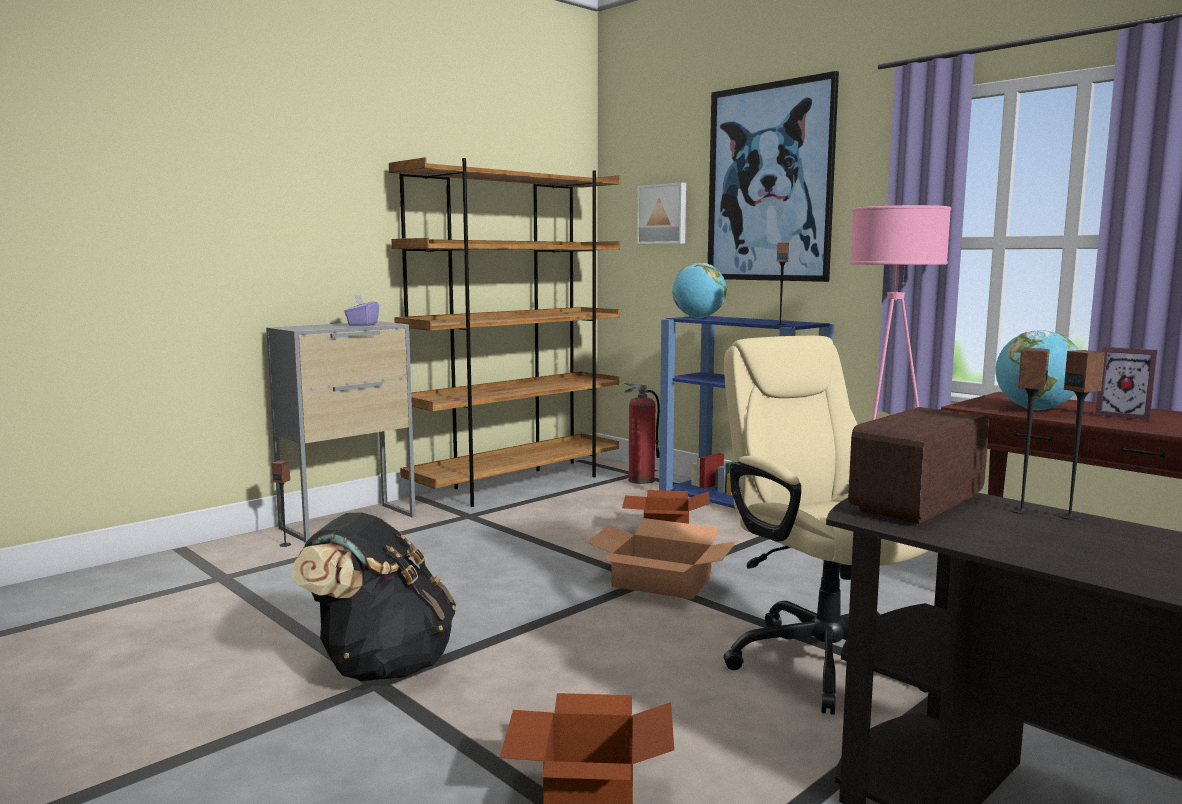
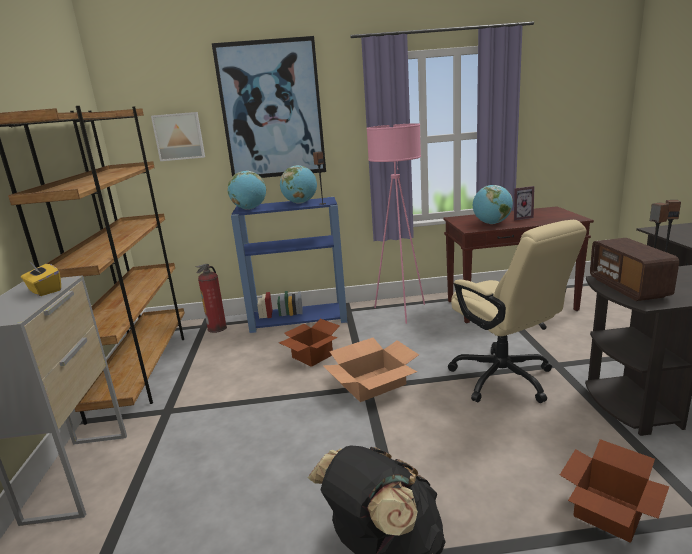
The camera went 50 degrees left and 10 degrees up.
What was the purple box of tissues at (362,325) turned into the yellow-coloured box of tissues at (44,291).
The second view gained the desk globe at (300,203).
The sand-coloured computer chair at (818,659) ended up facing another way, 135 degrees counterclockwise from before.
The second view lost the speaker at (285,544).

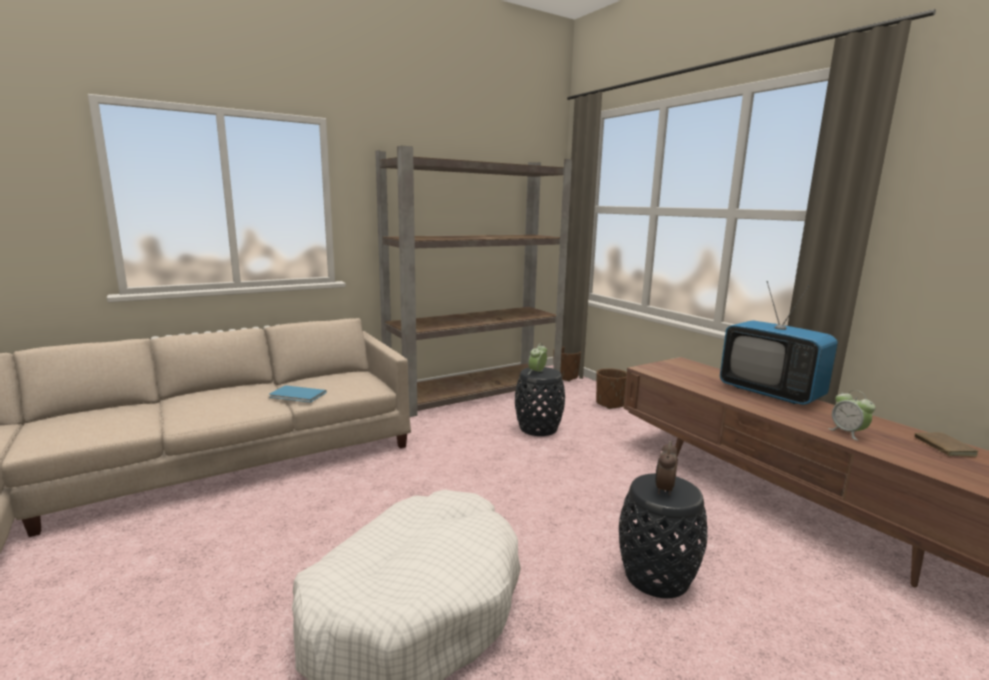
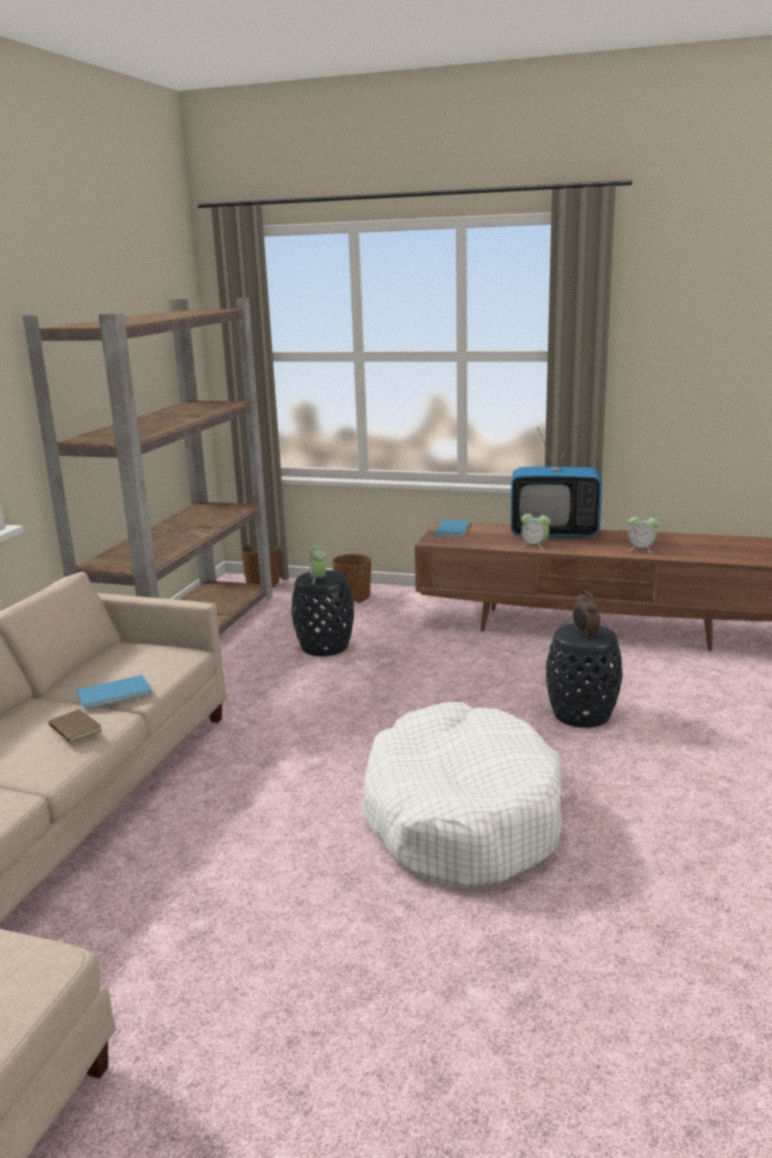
The camera went 40 degrees left and 5 degrees up.
The brownish book ended up elsewhere, having gone from (942,446) to (73,729).
The second view gained the blue-coloured book at (453,529).
The second view gained the table clock at (534,546).

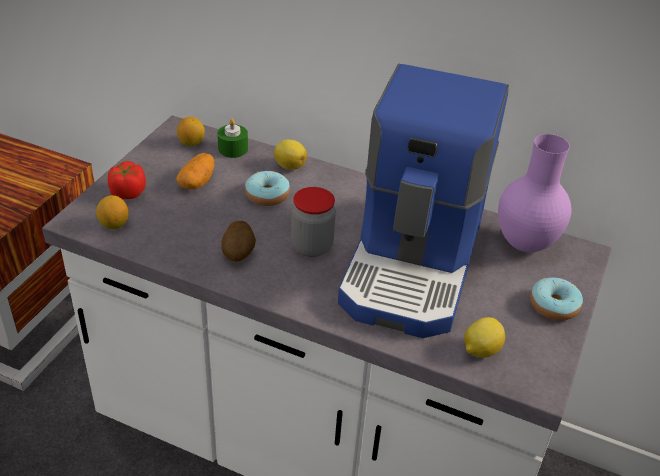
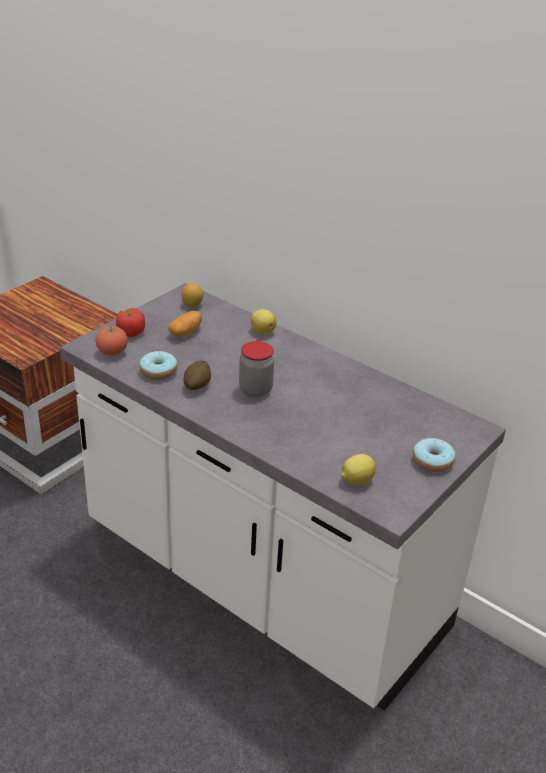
The camera went 15 degrees right and 5 degrees down.
Where the whole lemon stood at (114,224), the whole tomato came to stand at (112,352).
The doughnut ended up elsewhere, having gone from (267,195) to (158,371).
The second view lost the greenish wax light at (233,149).
The second view lost the coffee machine at (415,263).
The second view lost the purple decorative vase at (525,243).

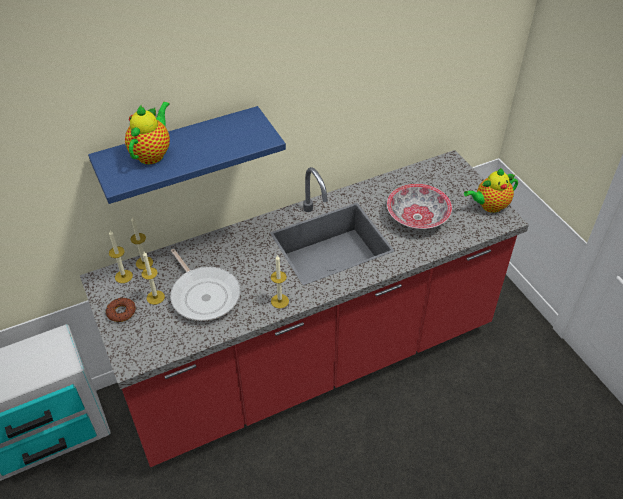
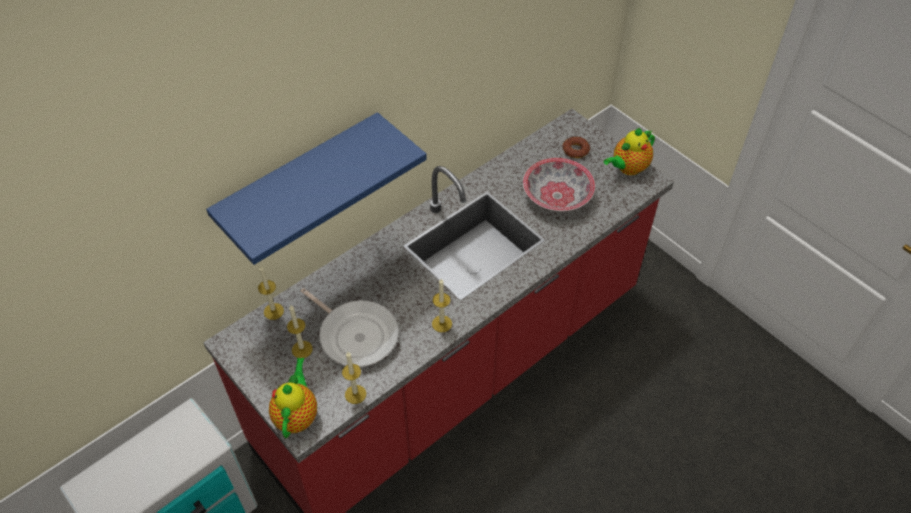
The camera went 15 degrees left and 5 degrees up.
The pot for tea ended up elsewhere, having gone from (152,154) to (297,415).
The wax light ended up elsewhere, having gone from (123,276) to (355,394).
The doughnut ended up elsewhere, having gone from (121,312) to (575,150).

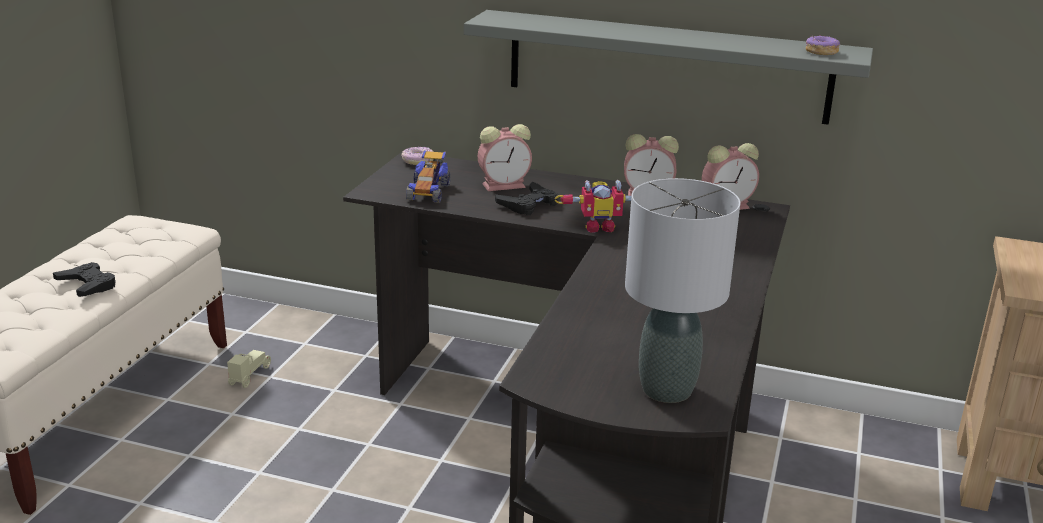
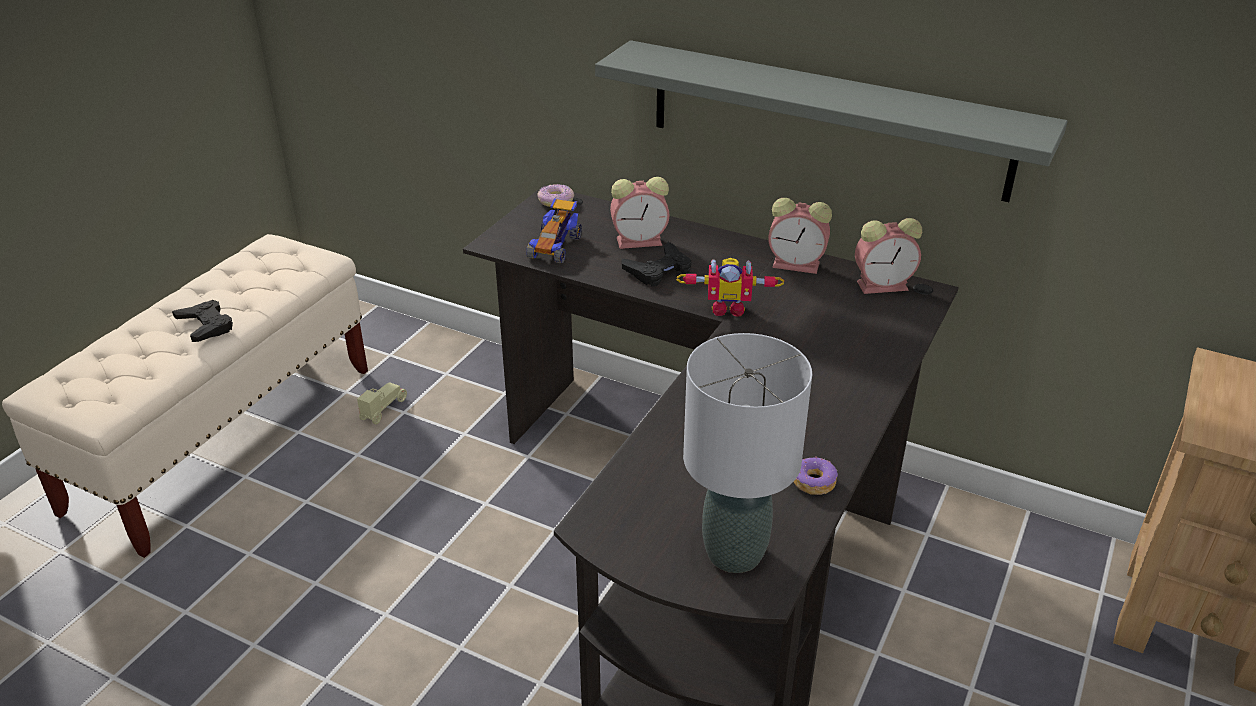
The camera went 10 degrees right and 10 degrees up.
The doughnut ended up elsewhere, having gone from (821,52) to (813,482).

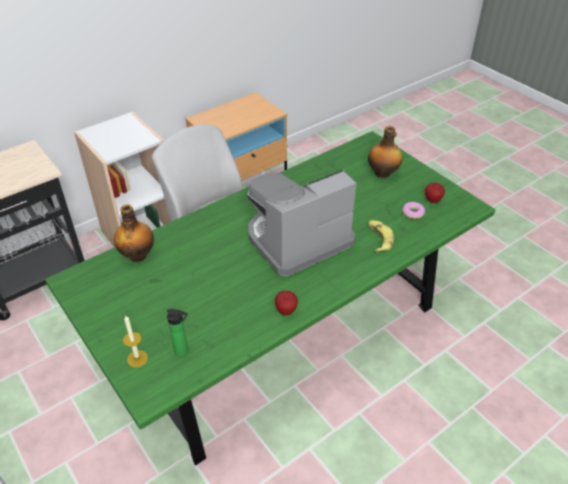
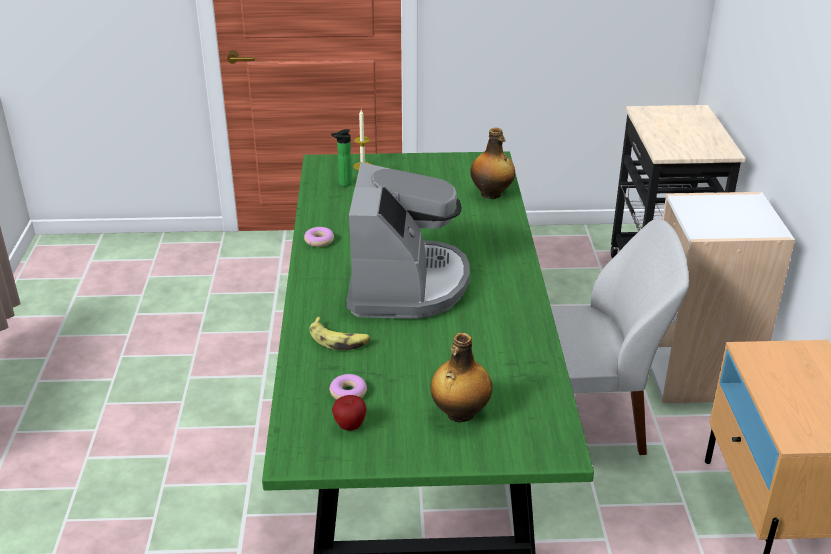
The camera went 125 degrees right and 10 degrees down.
Where the apple stood at (286,311), the doughnut came to stand at (319,241).

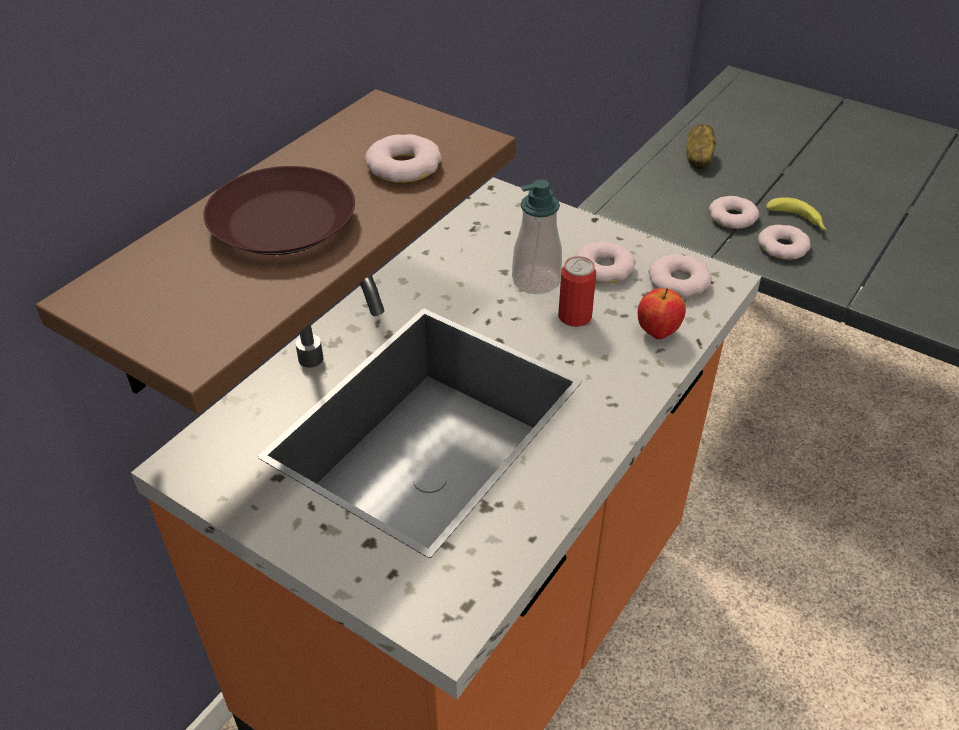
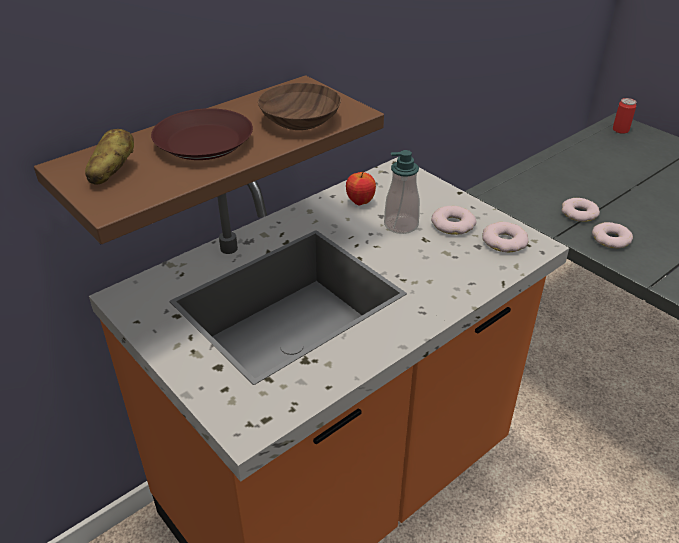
The camera went 15 degrees right and 5 degrees down.
The spud ended up elsewhere, having gone from (698,159) to (112,172).
Where the doughnut stood at (404,166), the brownish serving bowl came to stand at (299,121).
The apple ended up elsewhere, having gone from (657,333) to (360,202).
The can ended up elsewhere, having gone from (574,316) to (620,130).
The second view lost the banana fruit at (798,221).

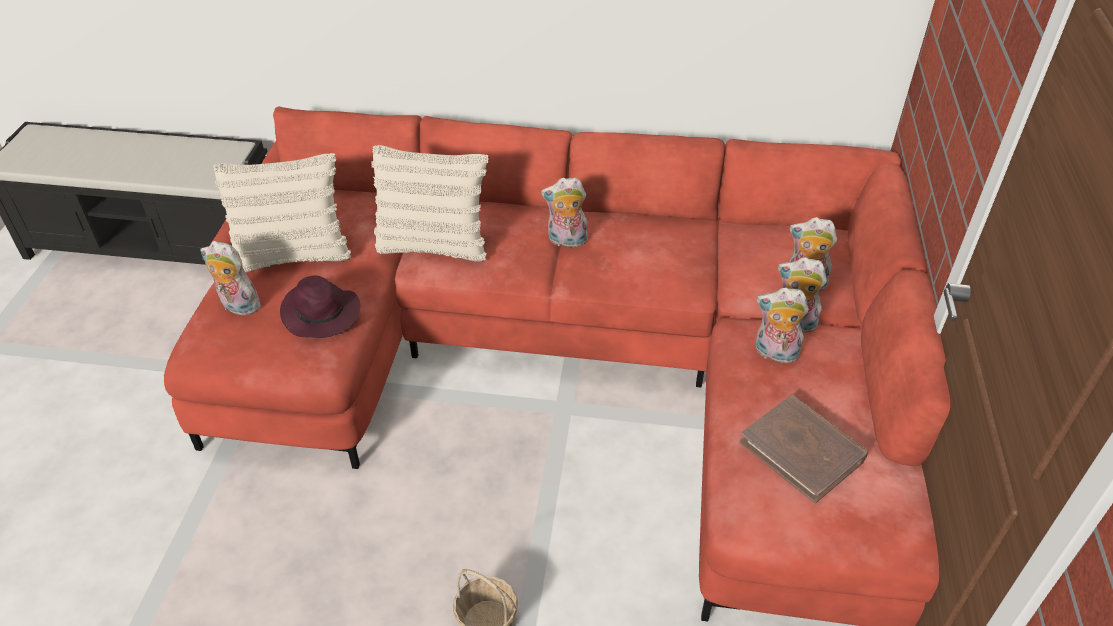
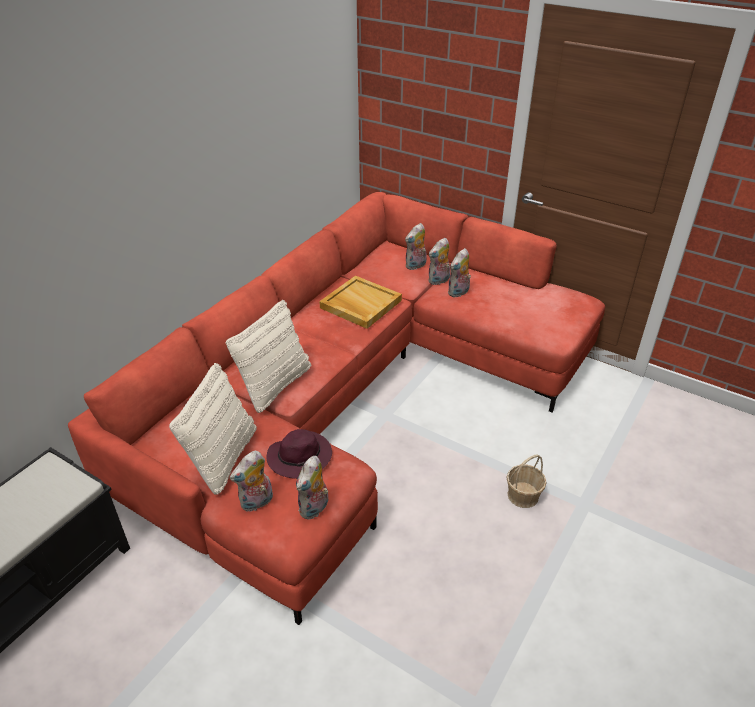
The camera went 65 degrees left and 5 degrees down.
The plush toy ended up elsewhere, having gone from (566,241) to (314,509).
The second view gained the sand-coloured tray at (360,304).
The second view lost the brownish book at (802,450).

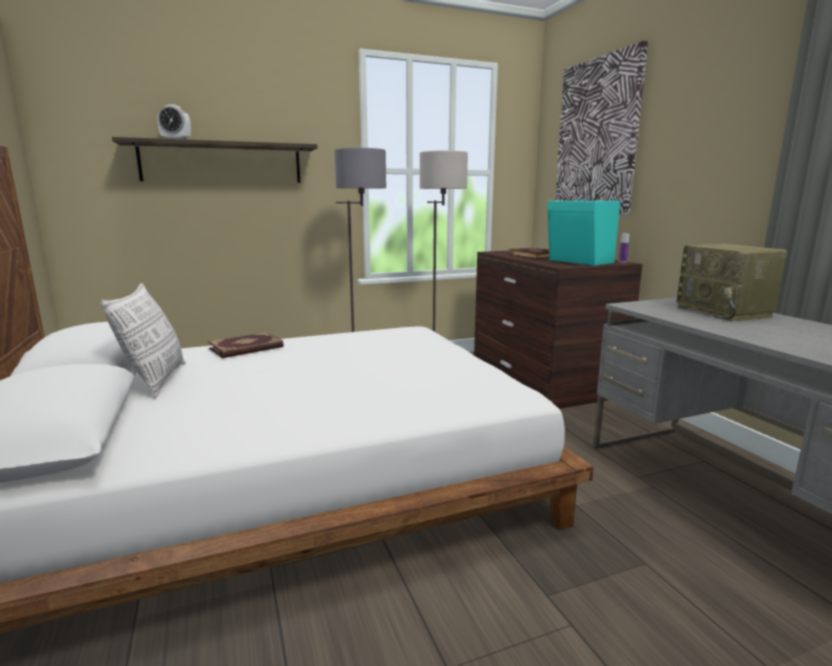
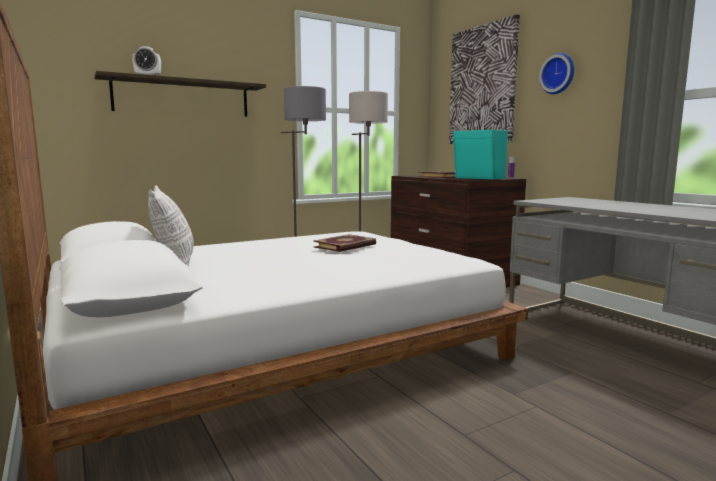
The camera went 10 degrees left and 5 degrees down.
The book ended up elsewhere, having gone from (246,348) to (345,246).
The second view gained the clock on the wall at (558,74).
The second view lost the radio set at (725,312).

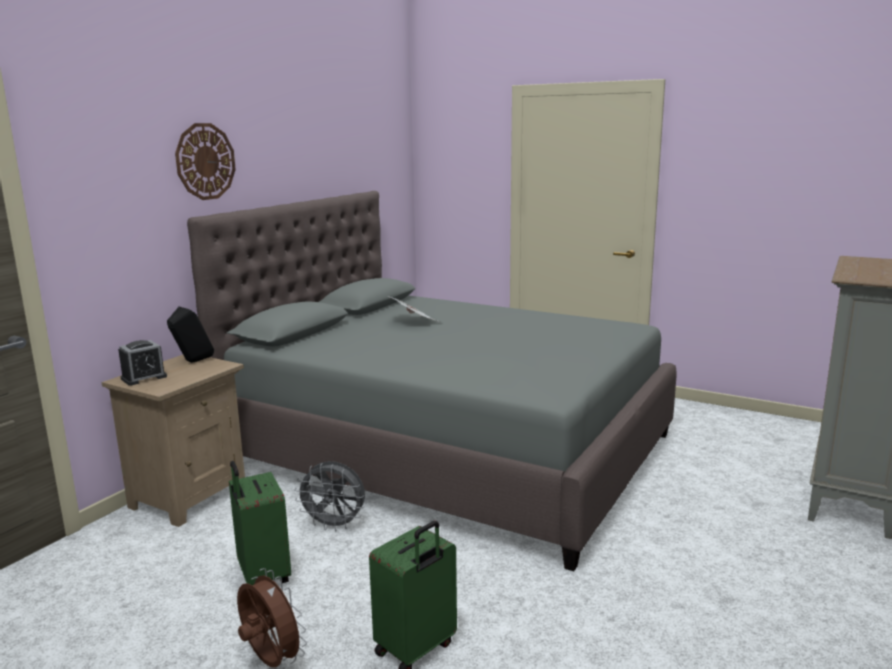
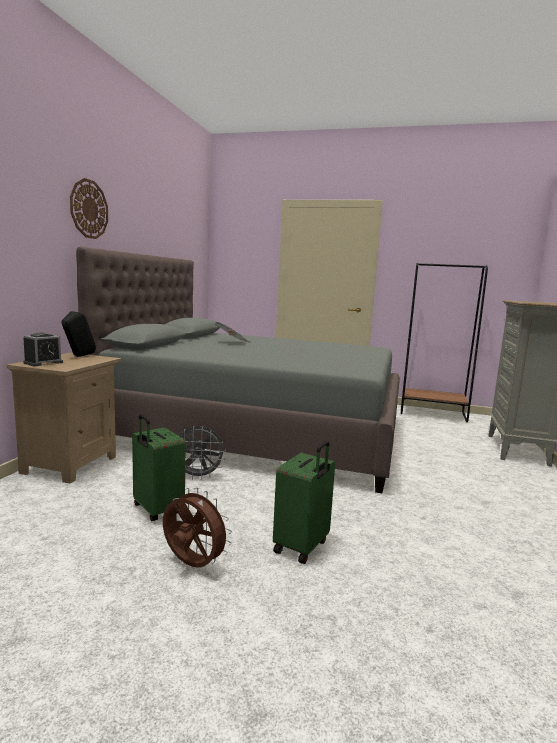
The camera went 15 degrees left and 5 degrees down.
The second view gained the garment stand at (432,414).

